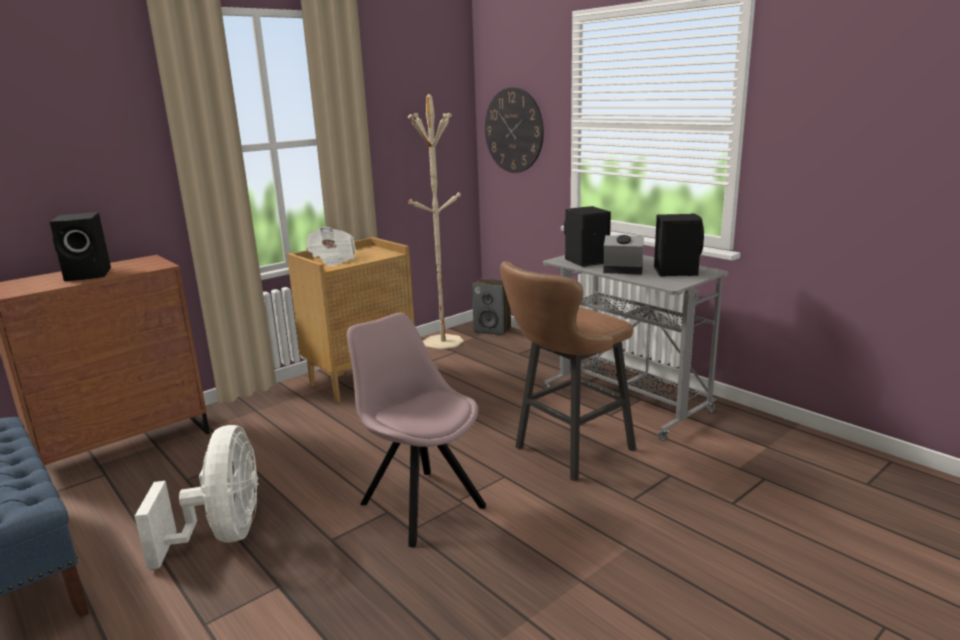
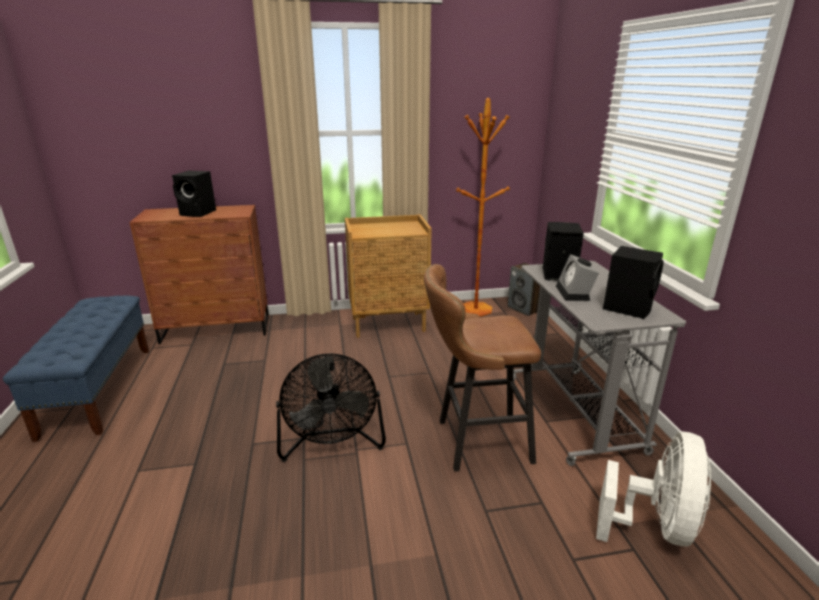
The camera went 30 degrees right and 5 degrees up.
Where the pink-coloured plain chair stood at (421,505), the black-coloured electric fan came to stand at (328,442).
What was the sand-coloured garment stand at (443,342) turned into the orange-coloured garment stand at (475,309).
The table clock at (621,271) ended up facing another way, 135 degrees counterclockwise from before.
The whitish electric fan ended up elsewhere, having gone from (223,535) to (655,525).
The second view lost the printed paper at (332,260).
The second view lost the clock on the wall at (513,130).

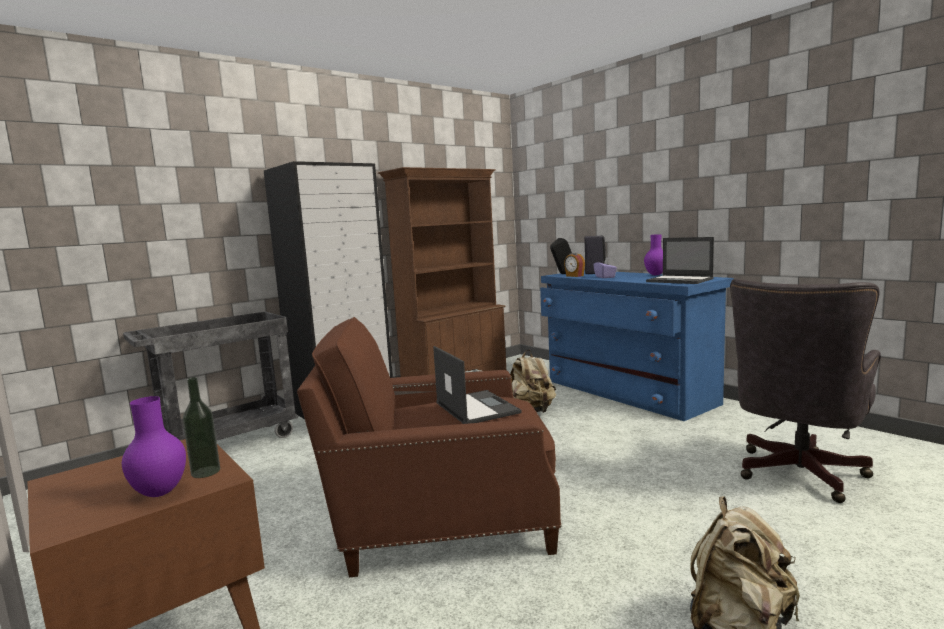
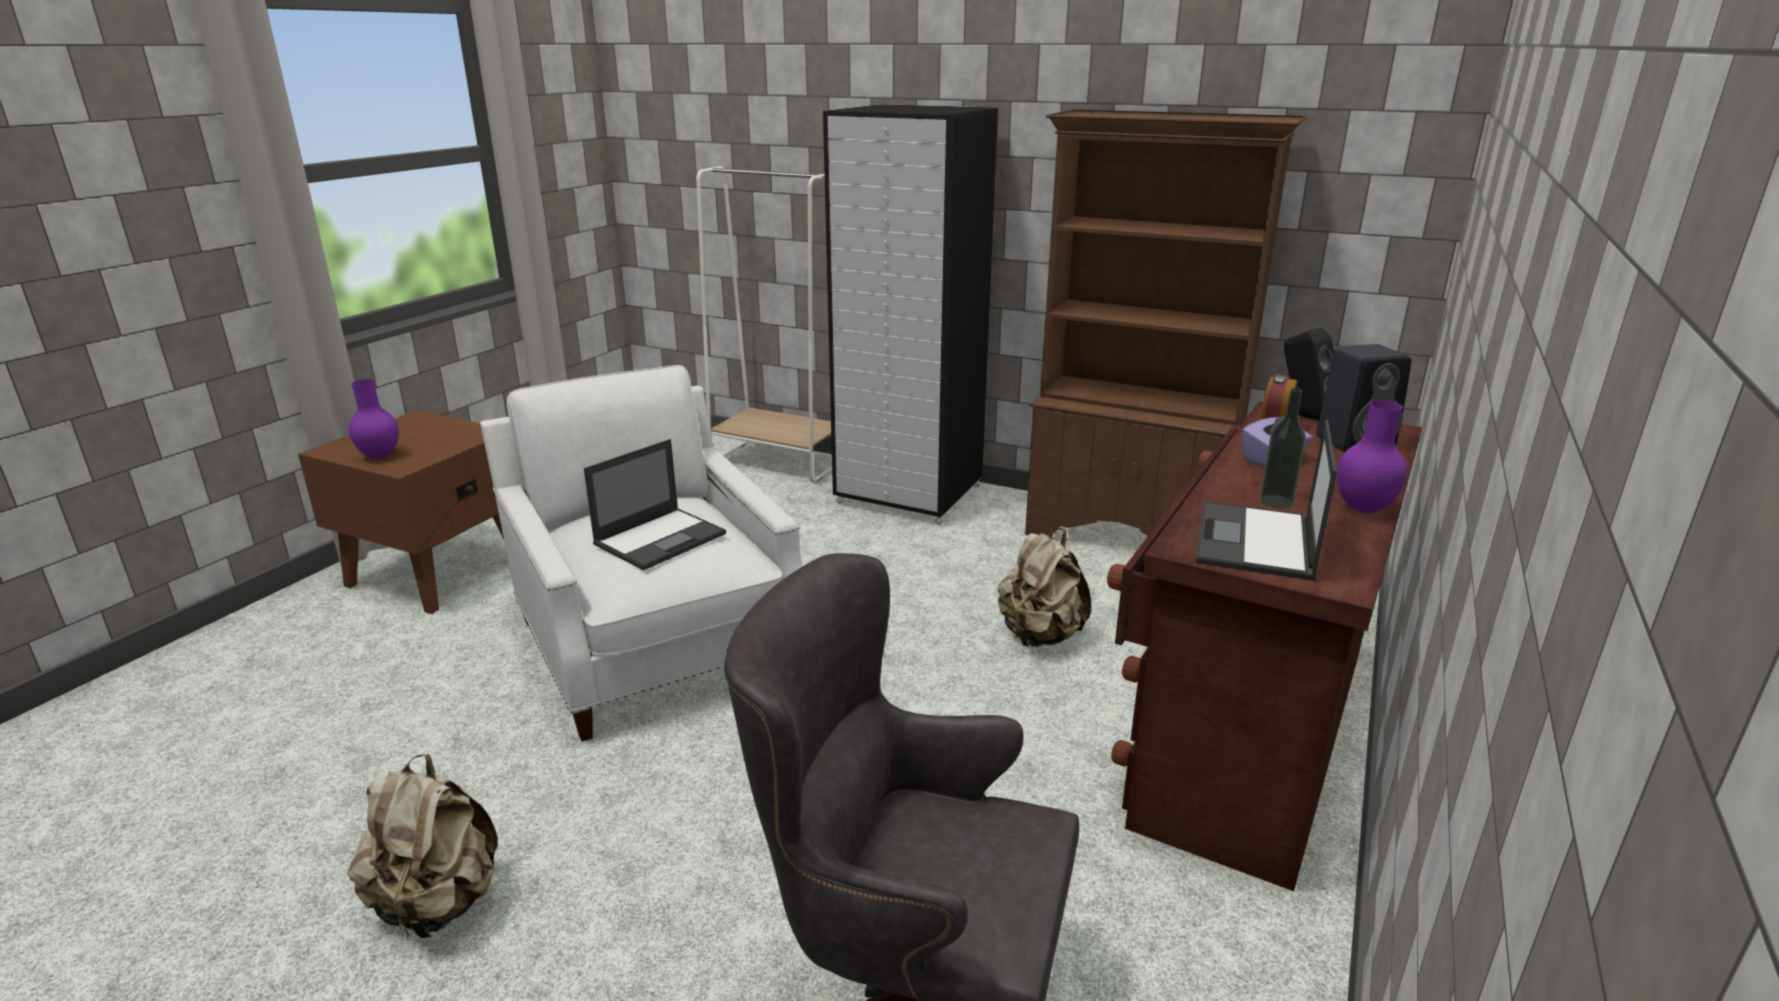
The camera went 65 degrees right and 15 degrees up.
What was the brownish lounge chair at (440,514) turned into the whitish lounge chair at (657,640).
Where the gray wheeled cart stood at (225,446), the garment stand came to stand at (779,462).
What was the blue-coloured chest of drawers at (625,393) turned into the brownish chest of drawers at (1244,730).
The bottle ended up elsewhere, having gone from (206,472) to (1276,501).

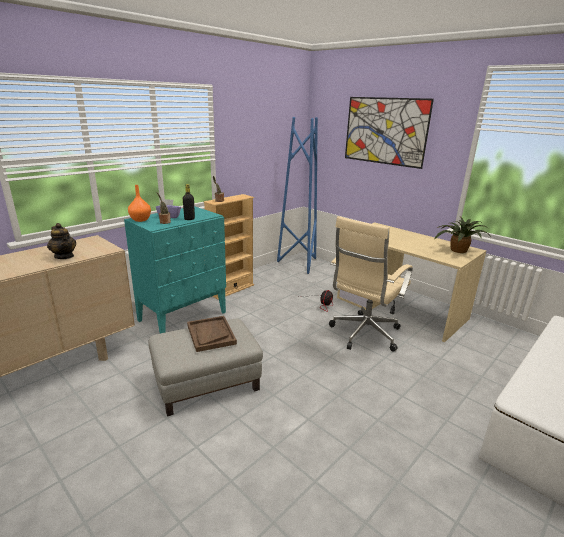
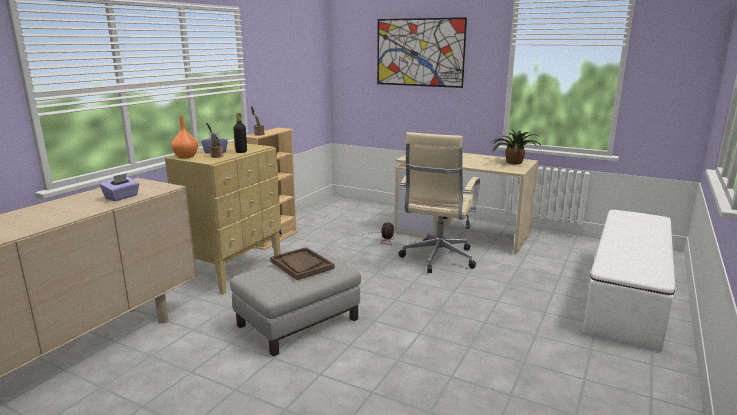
The camera went 15 degrees left and 5 degrees down.
Where the pot for tea stood at (64,256), the purple box of tissues came to stand at (122,197).
What was the turquoise-coloured chest of drawers at (184,317) turned into the sand-coloured chest of drawers at (234,270).
The second view lost the blue-coloured garment stand at (300,264).

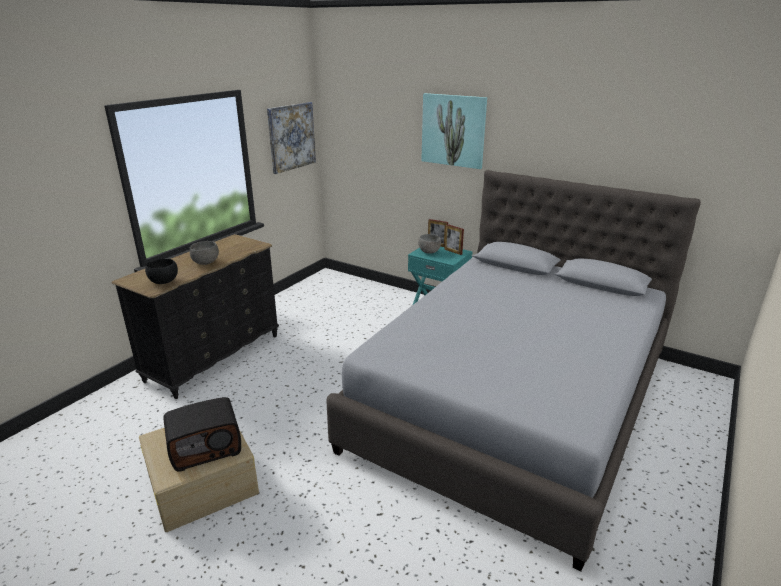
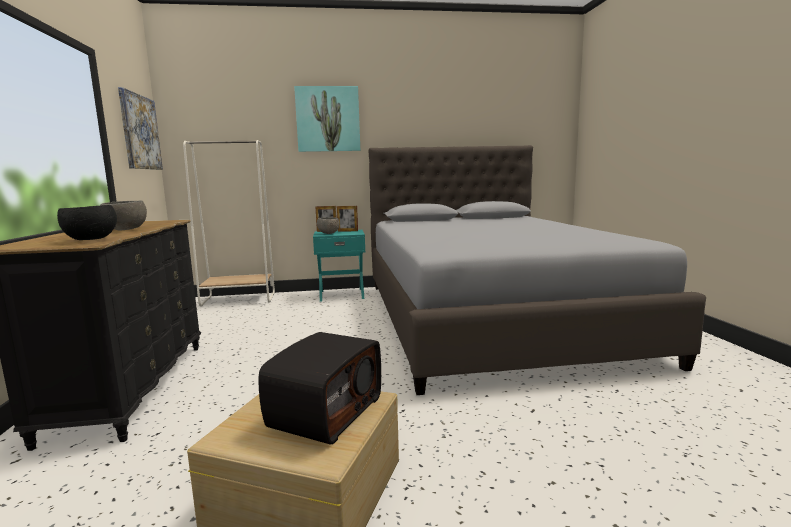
The camera went 40 degrees left and 15 degrees down.
The second view gained the garment stand at (238,300).

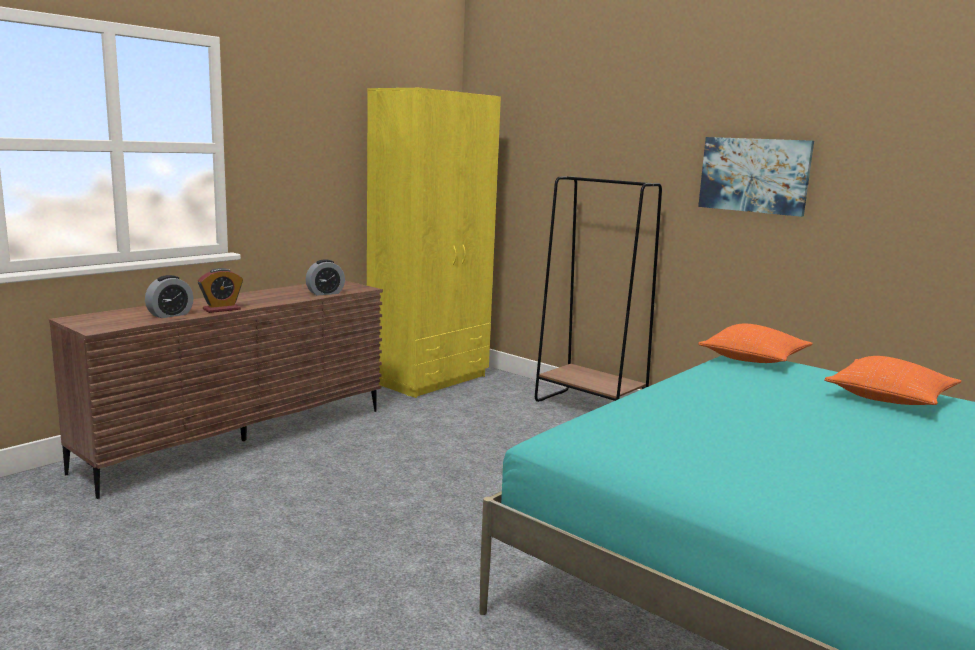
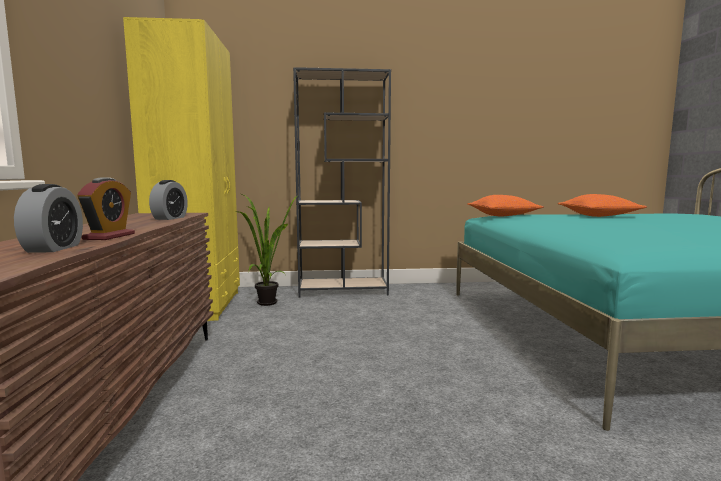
The camera went 45 degrees left and 5 degrees down.
The second view gained the potted plant at (266,301).
Where the garment stand stood at (589,408), the shelving unit came to stand at (343,290).
The second view lost the picture at (754,175).

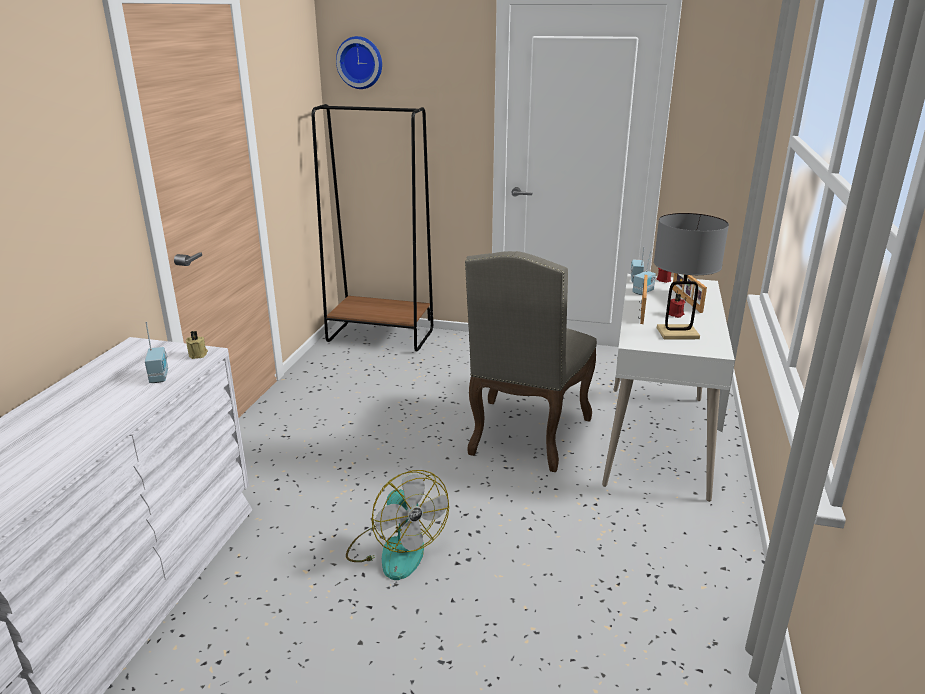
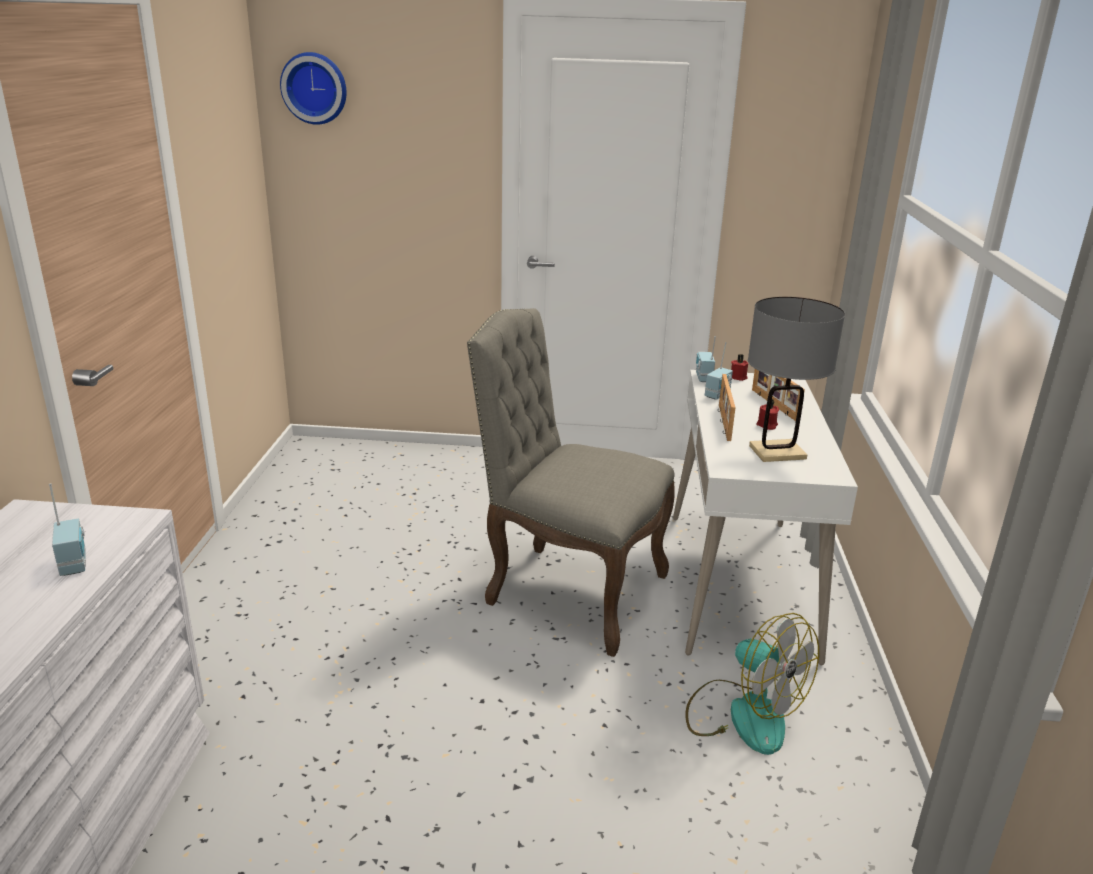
The camera went 10 degrees left and 0 degrees up.
The gray plain chair at (524,436) ended up facing another way, 105 degrees clockwise from before.
The electric fan ended up elsewhere, having gone from (395,549) to (743,714).
The second view lost the sand-coloured wax light at (198,354).
The second view lost the garment stand at (380,337).

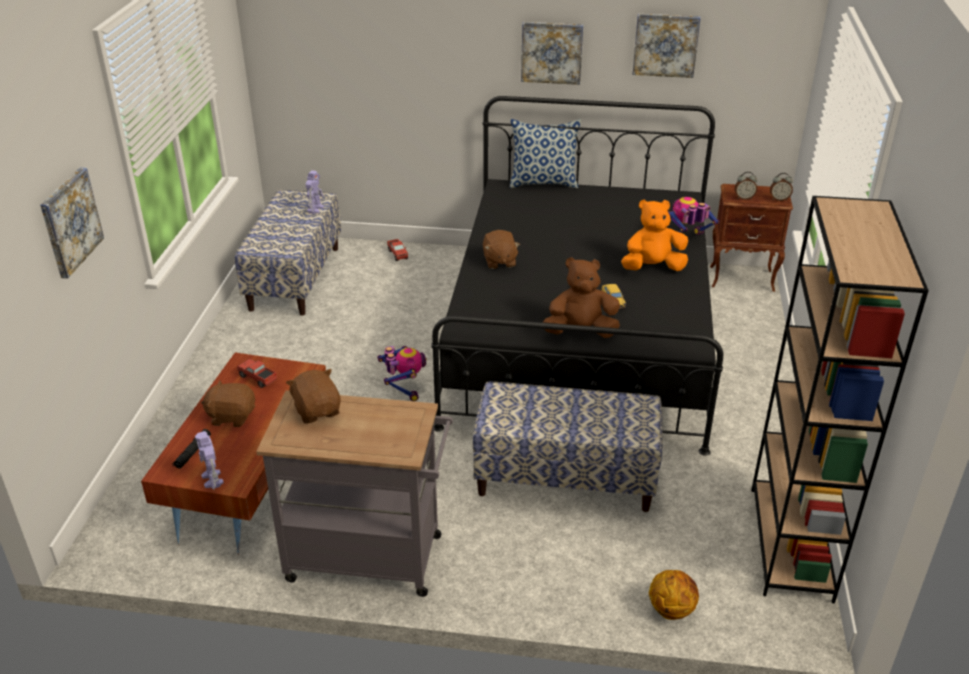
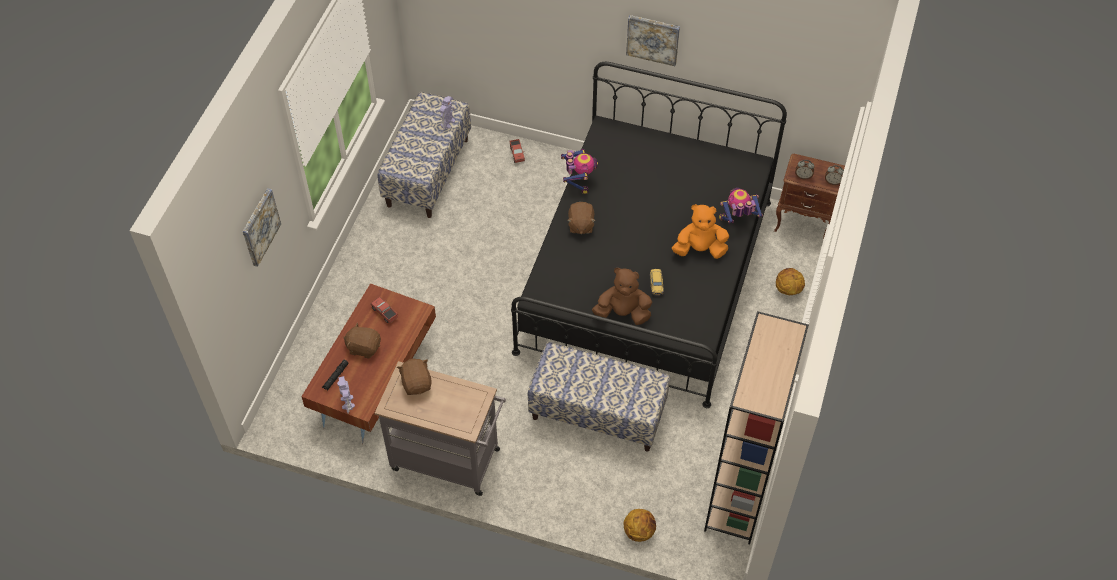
The camera went 10 degrees right and 20 degrees up.
The robot figure ended up elsewhere, having gone from (403,388) to (578,180).
The second view gained the ball for basketball at (787,290).
The second view lost the throw pillow at (543,183).
The second view lost the picture at (665,45).

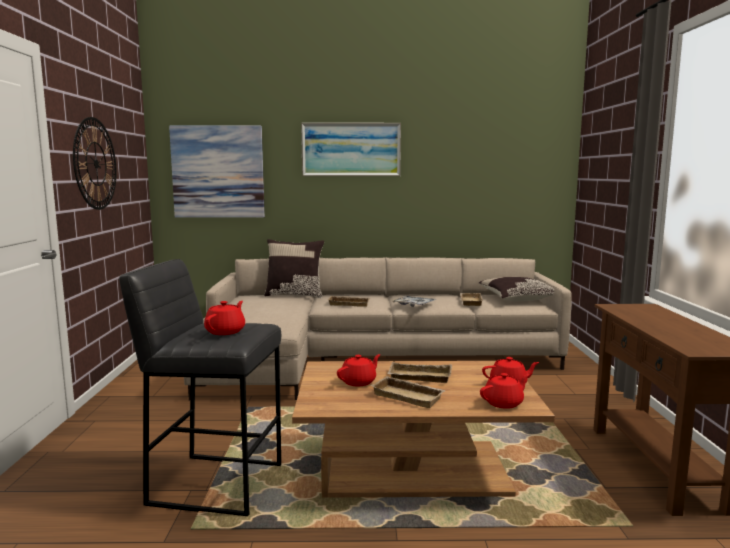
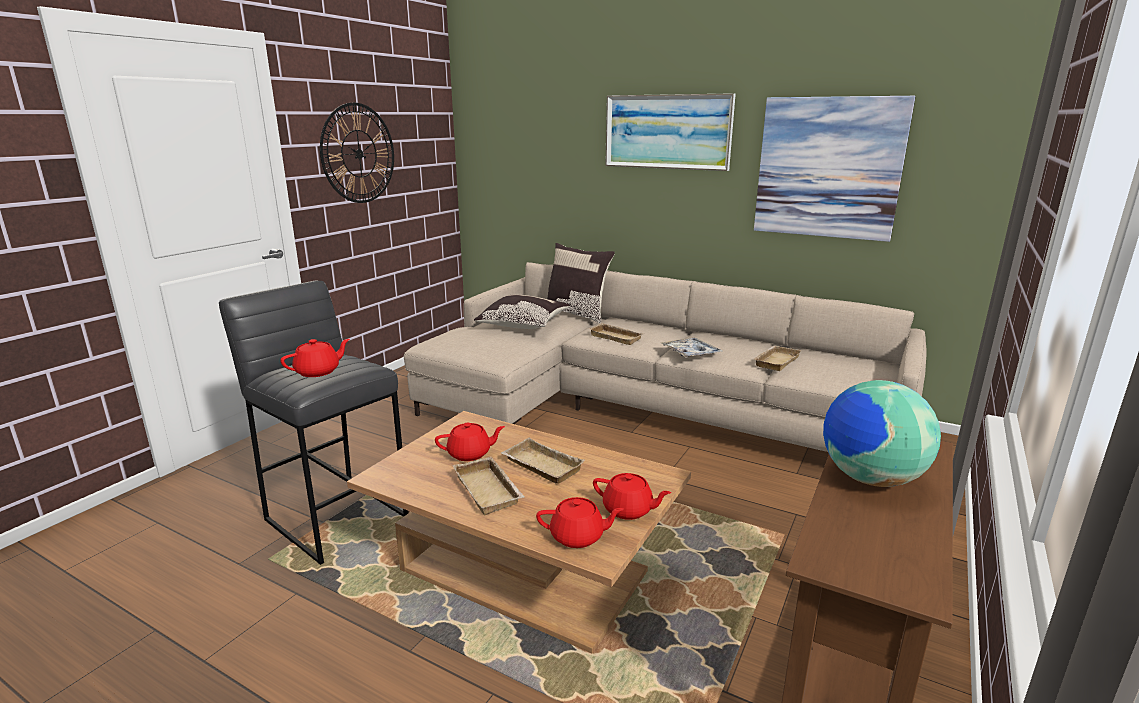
The camera went 30 degrees right and 10 degrees up.
The throw pillow ended up elsewhere, having gone from (517,299) to (524,324).
The picture ended up elsewhere, having gone from (218,172) to (828,168).
The second view gained the desk globe at (870,478).

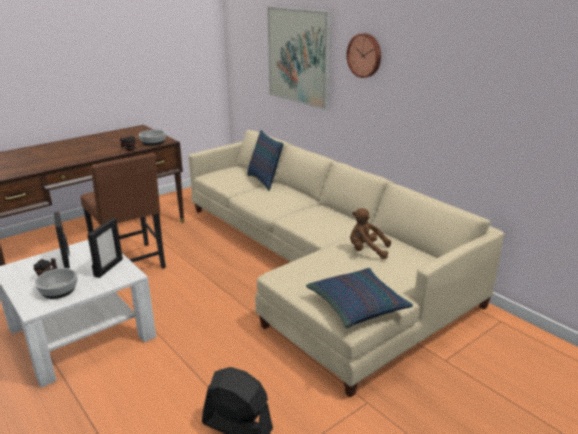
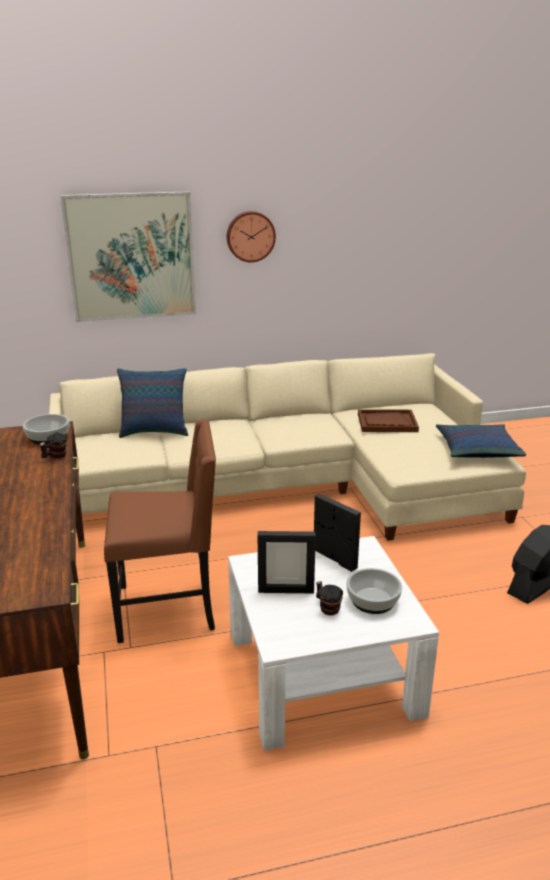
The camera went 65 degrees left and 0 degrees up.
Where the brownish plush toy stood at (366,251), the brownish tray came to stand at (387,423).

